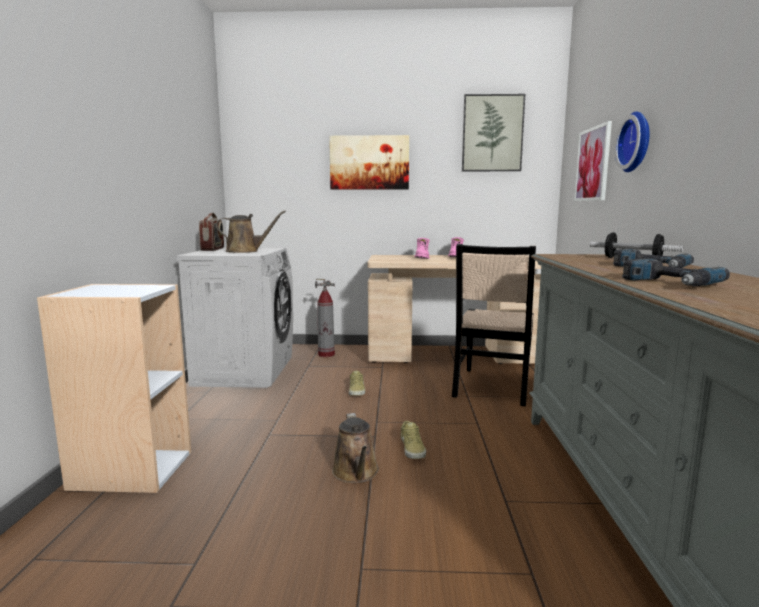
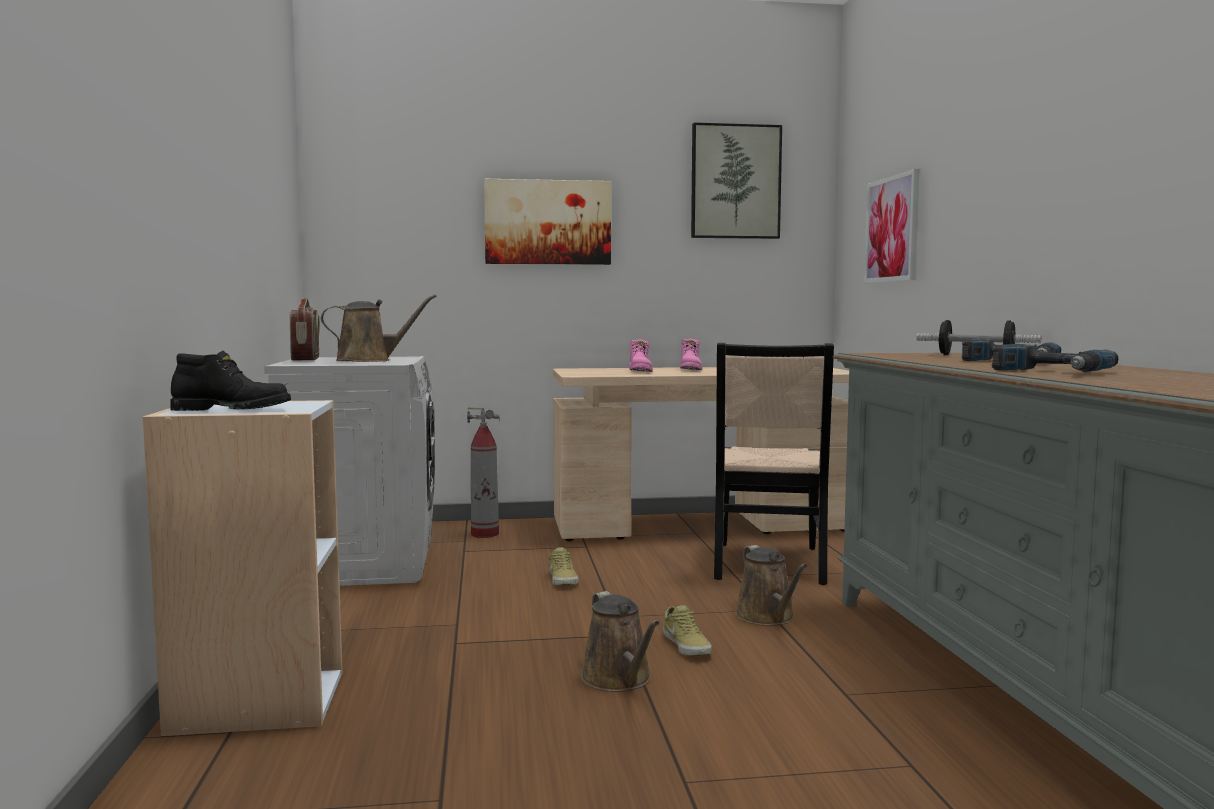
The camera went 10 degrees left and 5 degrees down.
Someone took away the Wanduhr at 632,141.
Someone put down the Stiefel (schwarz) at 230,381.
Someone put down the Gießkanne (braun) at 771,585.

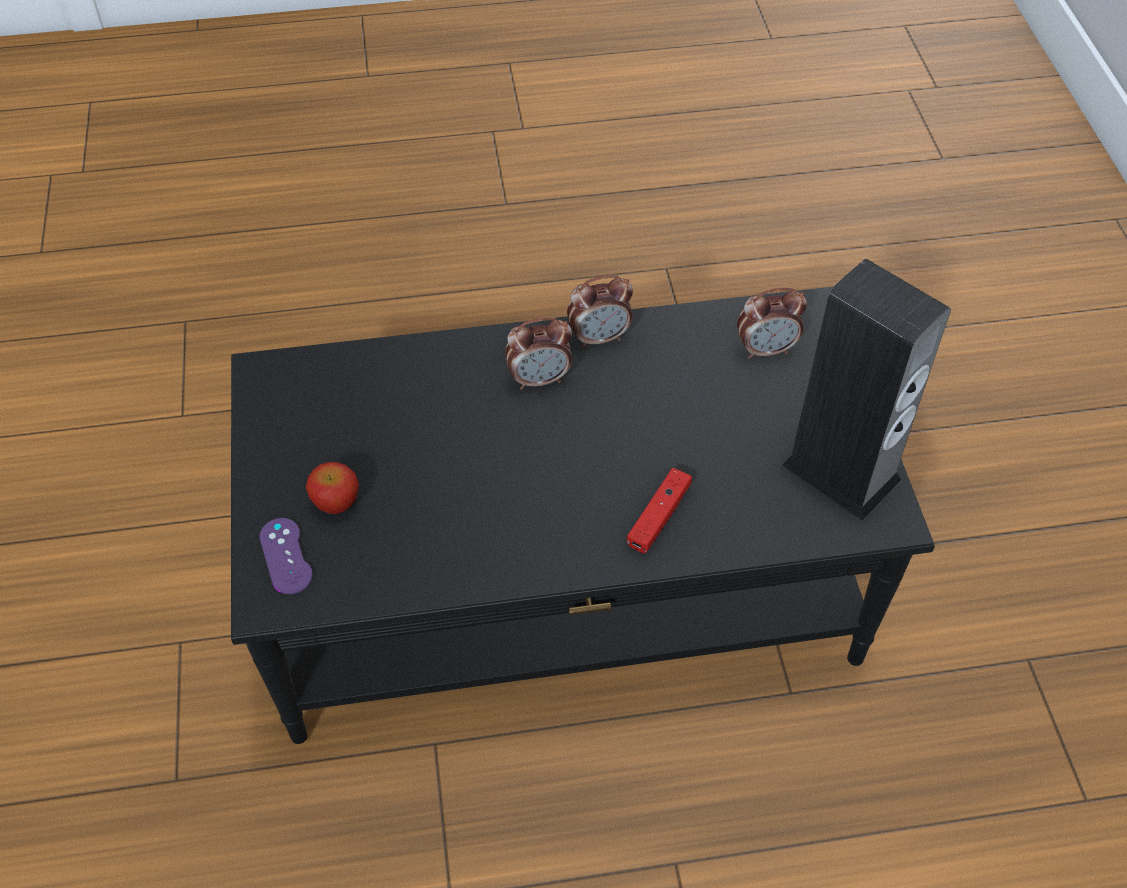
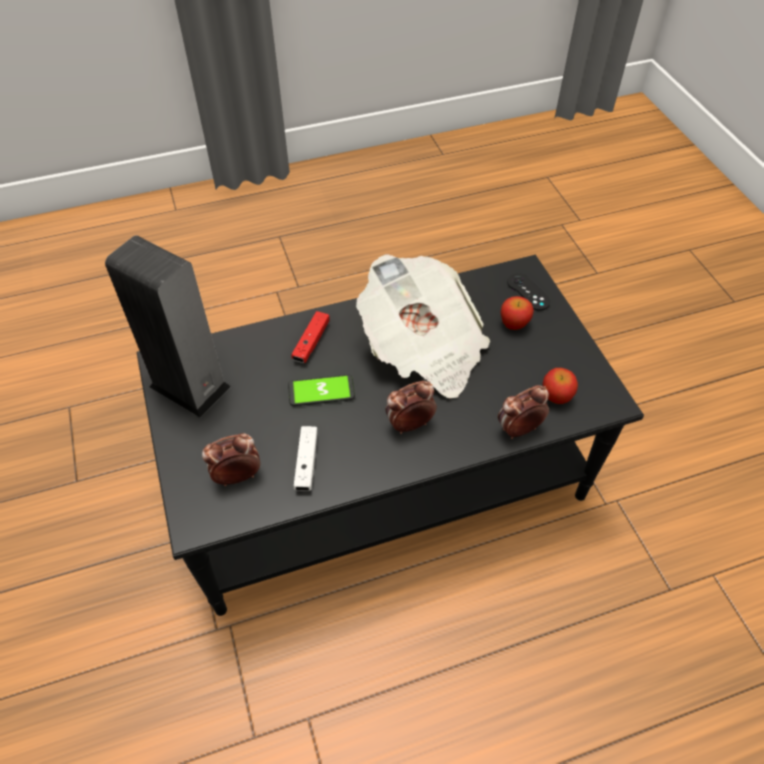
The camera went 170 degrees right and 0 degrees up.
Someone carried the Wecker from 600,311 to 523,412.
Someone repainted the Gamepad (lila) at 286,556, which became the Gamepad (schwarz) at 528,292.
Someone put down the Zeitung at 423,326.
Someone put down the Apfel at 560,386.
Someone put down the Handy at 321,390.
Someone put down the Gamepad (weiß) at 305,458.

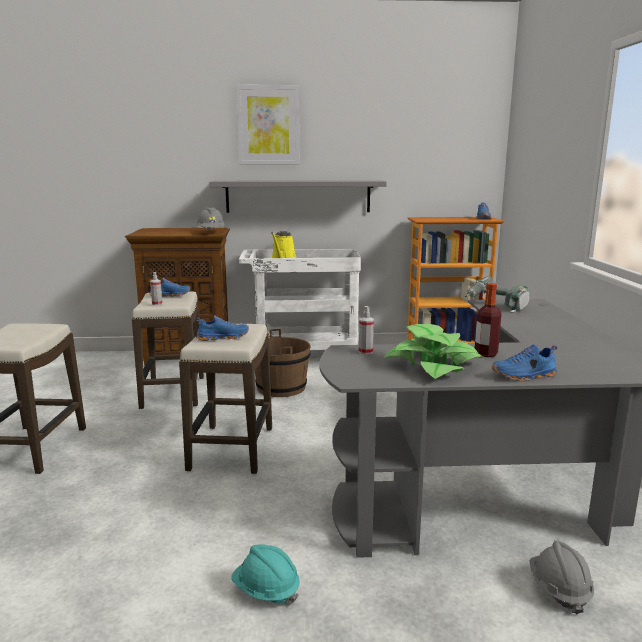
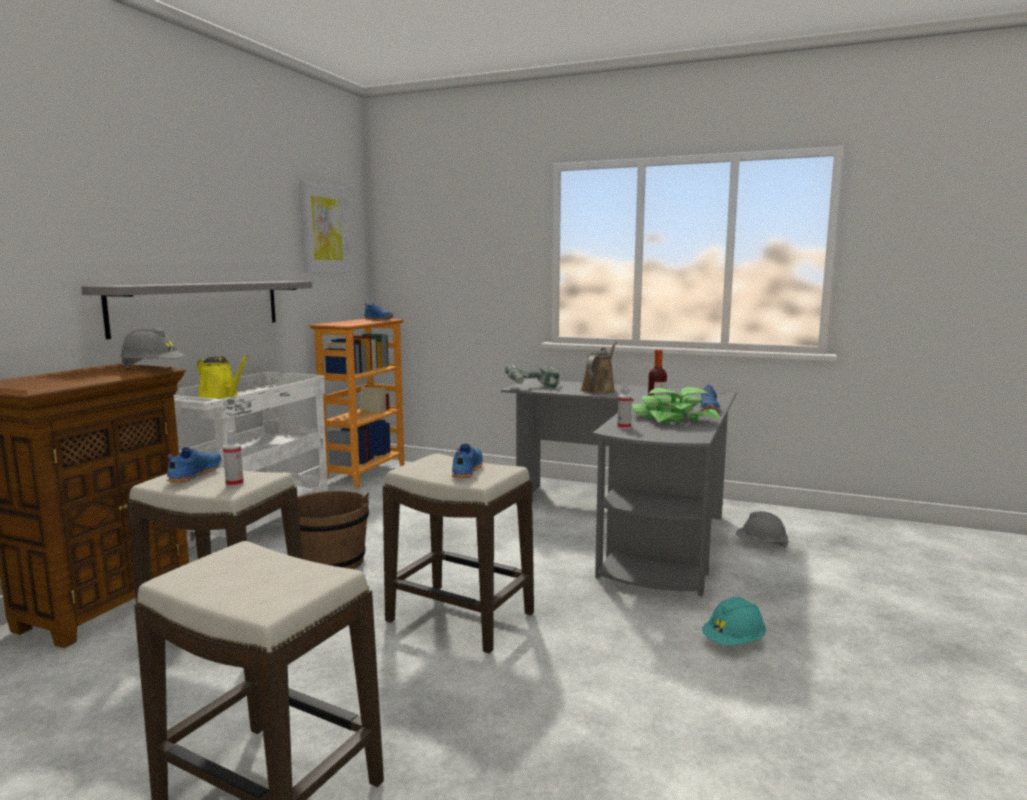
The camera went 65 degrees left and 5 degrees down.
Someone carried the Bild from 268,125 to 324,227.
Someone put down the Gießkanne (braun) at 598,367.

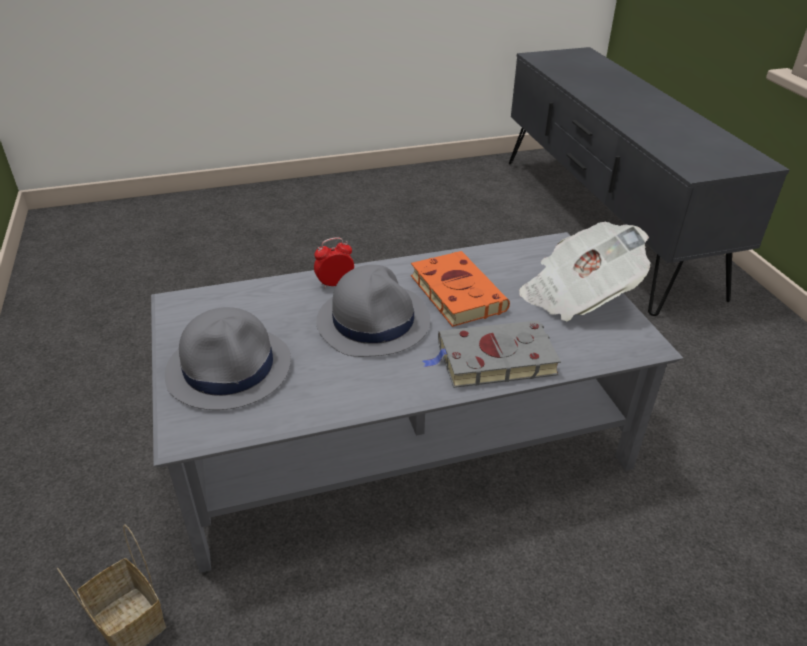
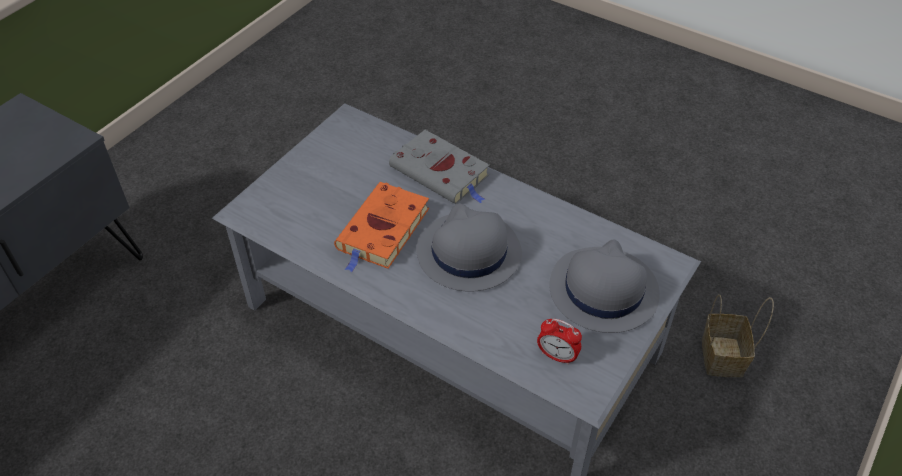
The camera went 130 degrees left and 10 degrees up.
Someone took away the Zeitung at 584,271.
Someone carried the Wecker from 334,263 to 559,342.

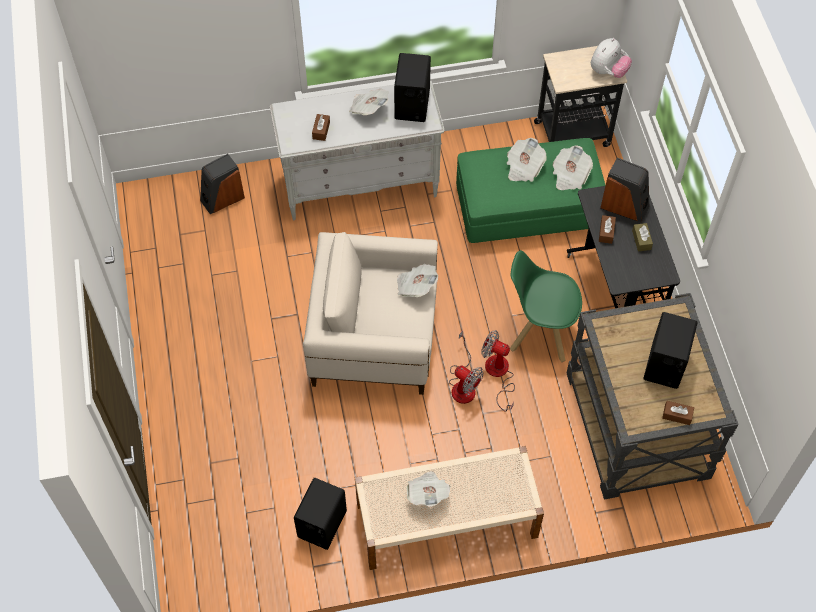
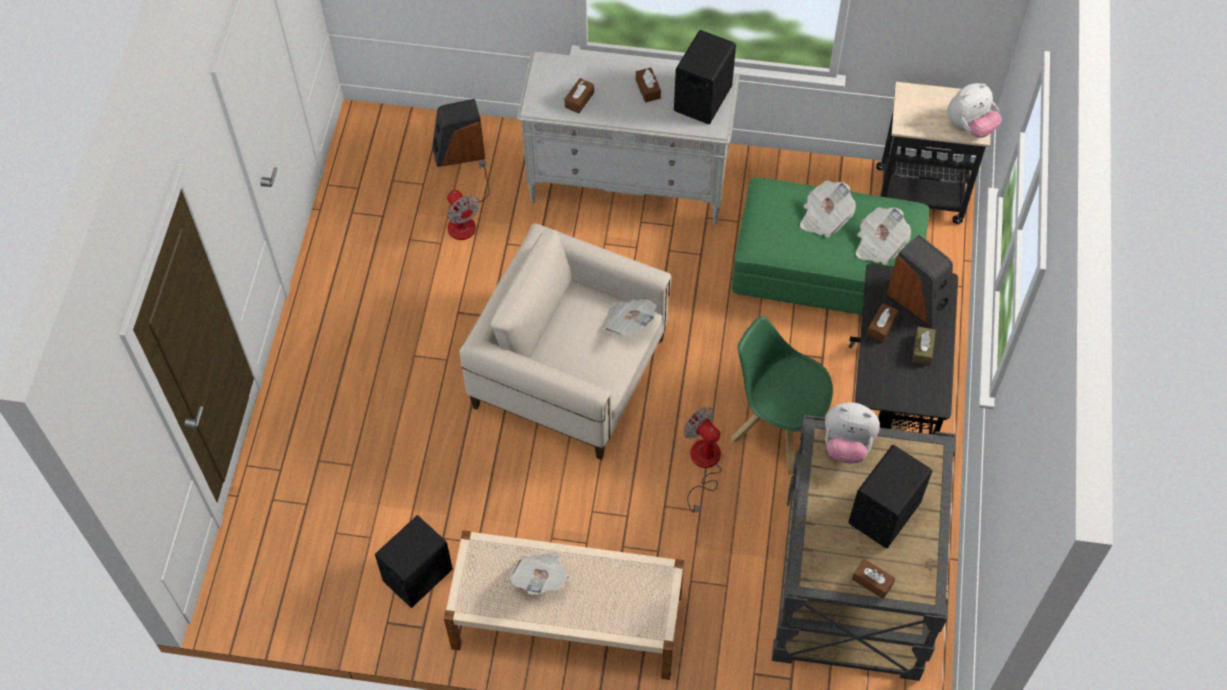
The camera went 20 degrees right and 0 degrees up.
Someone swapped the Zeitung at 369,102 for the Taschentuchbox (braun) at 648,85.
Someone carried the Ventilator from 466,367 to 468,199.
Someone put down the Plüschtier at 852,432.

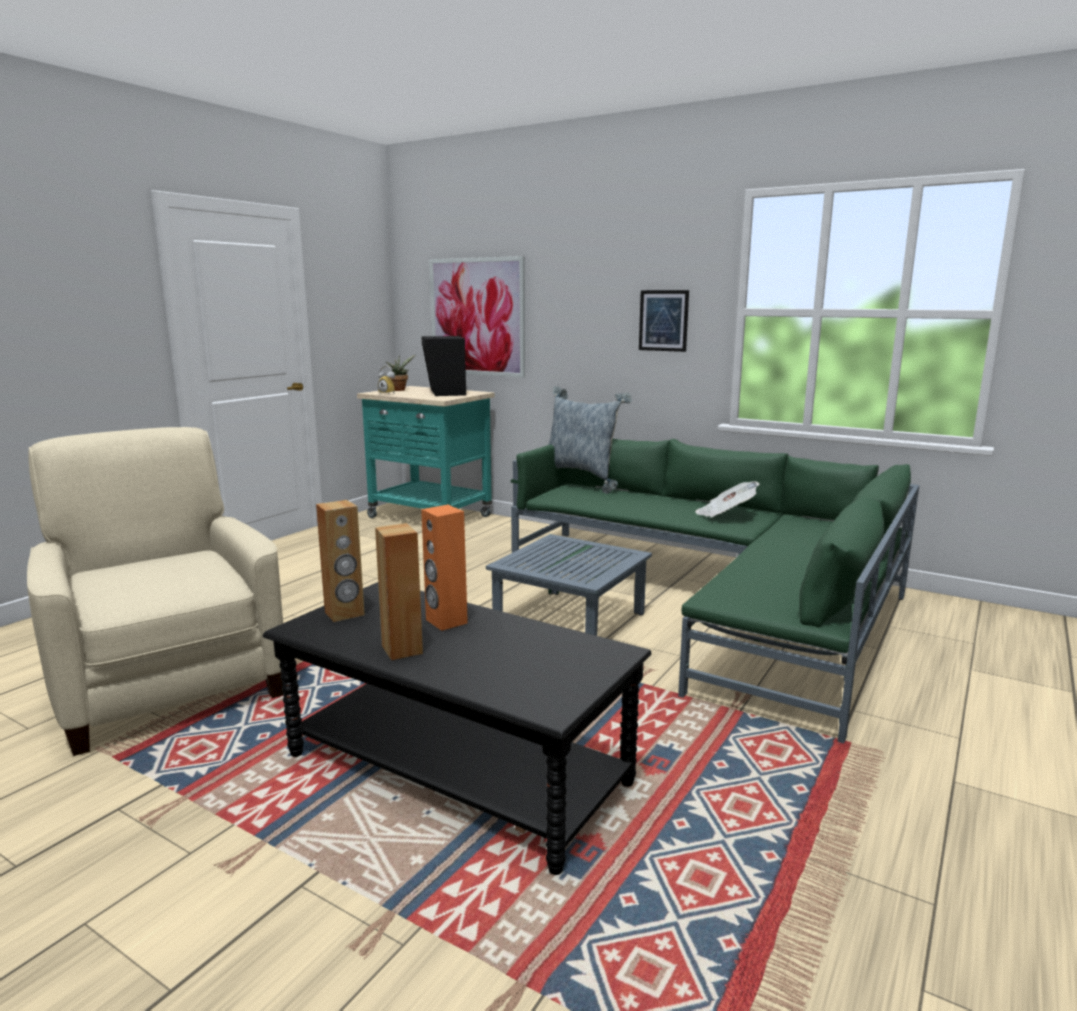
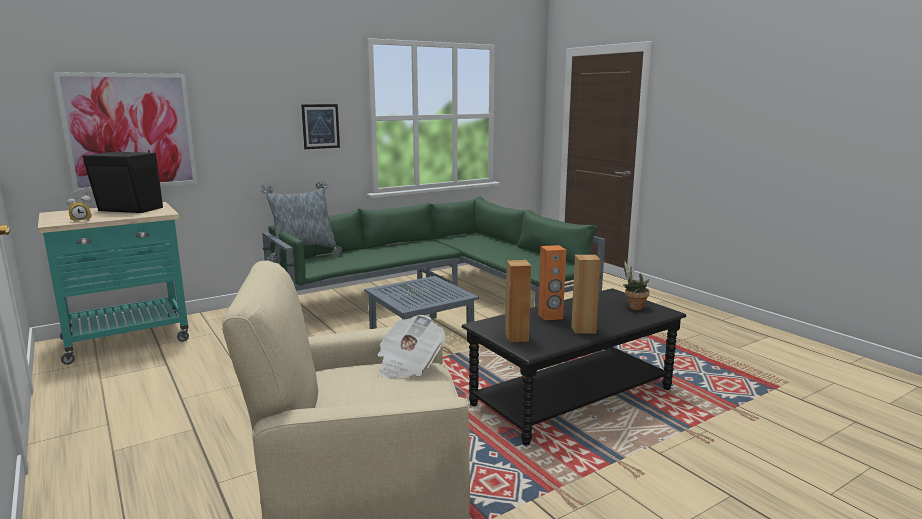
The camera went 65 degrees left and 0 degrees up.
Someone carried the Topfpflanze from 400,373 to 636,285.
Someone carried the Zeitung from 727,499 to 412,346.

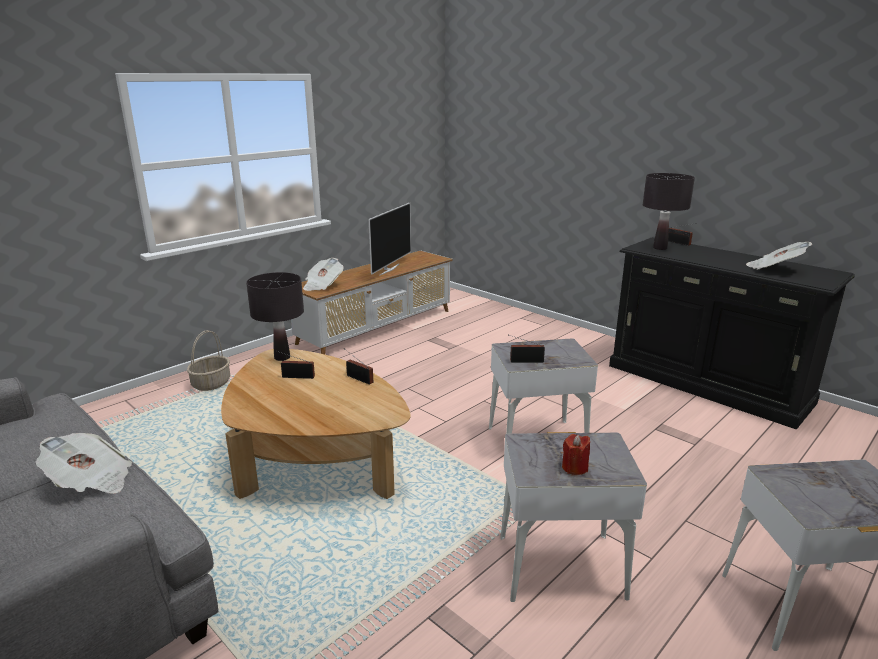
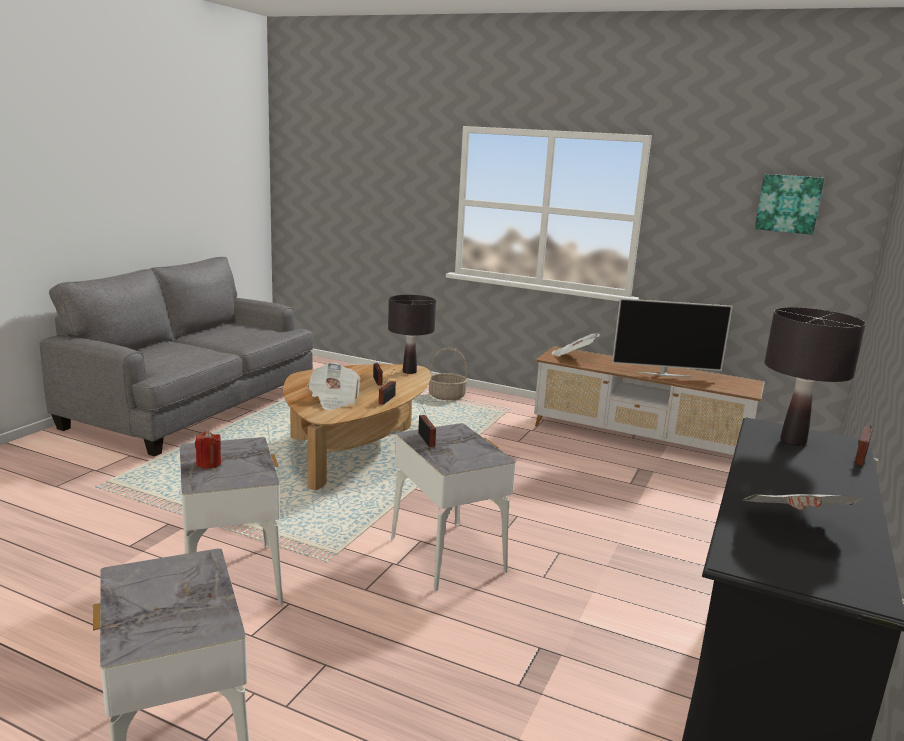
The camera went 70 degrees right and 5 degrees down.
Someone carried the Zeitung from 84,463 to 334,386.
Someone put up the Bild at 789,204.

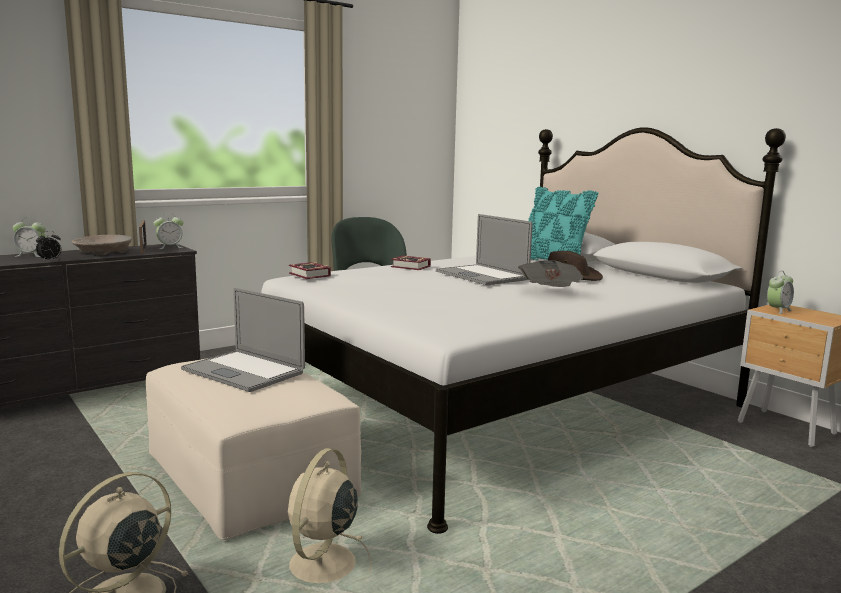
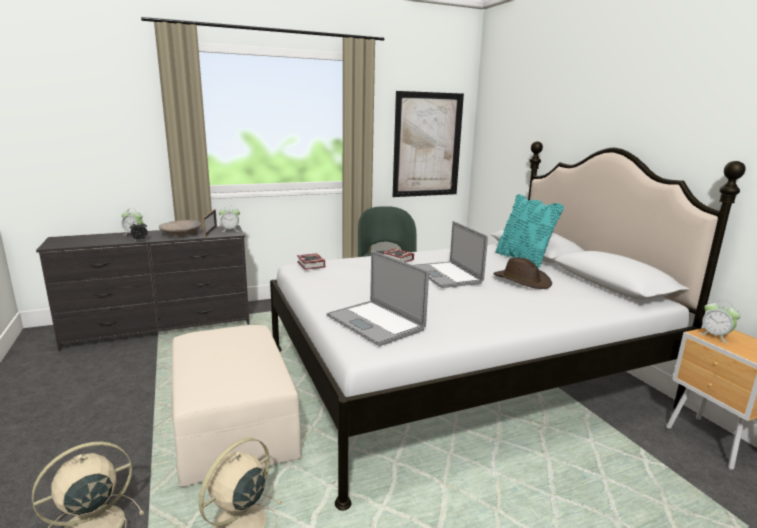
The camera went 15 degrees right and 5 degrees up.
Someone took away the Zeitung at 551,273.
Someone rotated the Wecker at 780,292 by 75 degrees clockwise.
Someone carried the Laptop from 243,340 to 378,298.
Someone put up the Bild at 428,144.

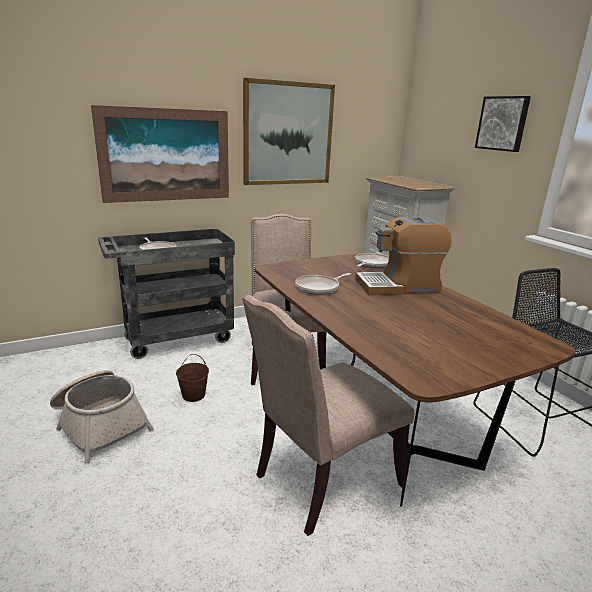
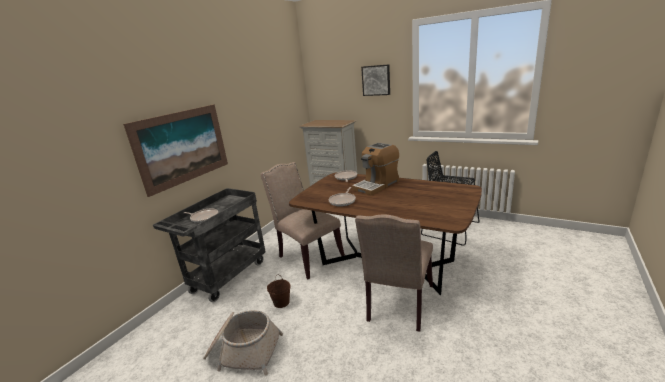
The camera went 30 degrees left and 0 degrees up.
Someone took away the Bild at 289,131.

